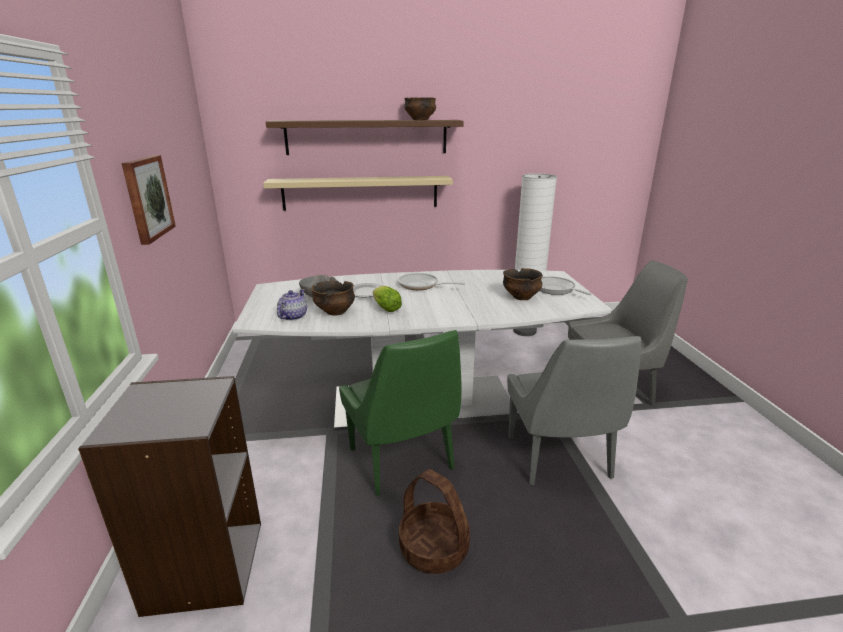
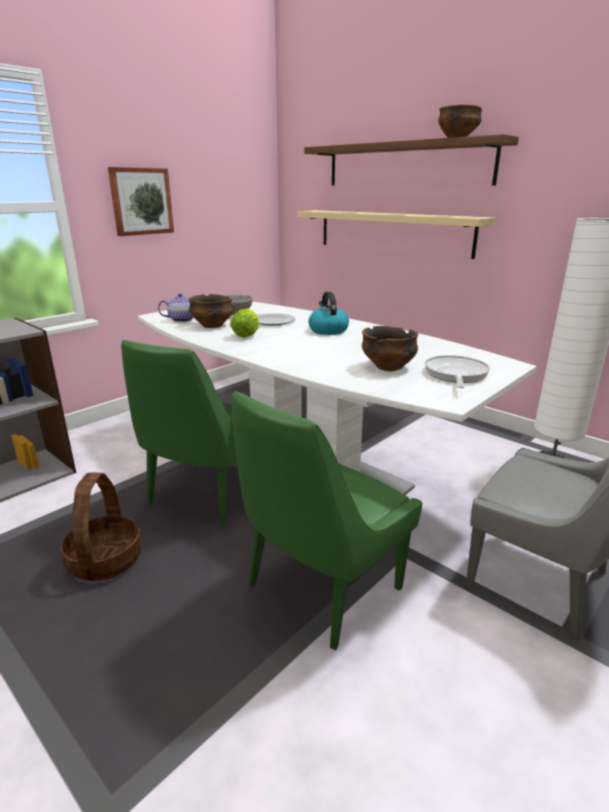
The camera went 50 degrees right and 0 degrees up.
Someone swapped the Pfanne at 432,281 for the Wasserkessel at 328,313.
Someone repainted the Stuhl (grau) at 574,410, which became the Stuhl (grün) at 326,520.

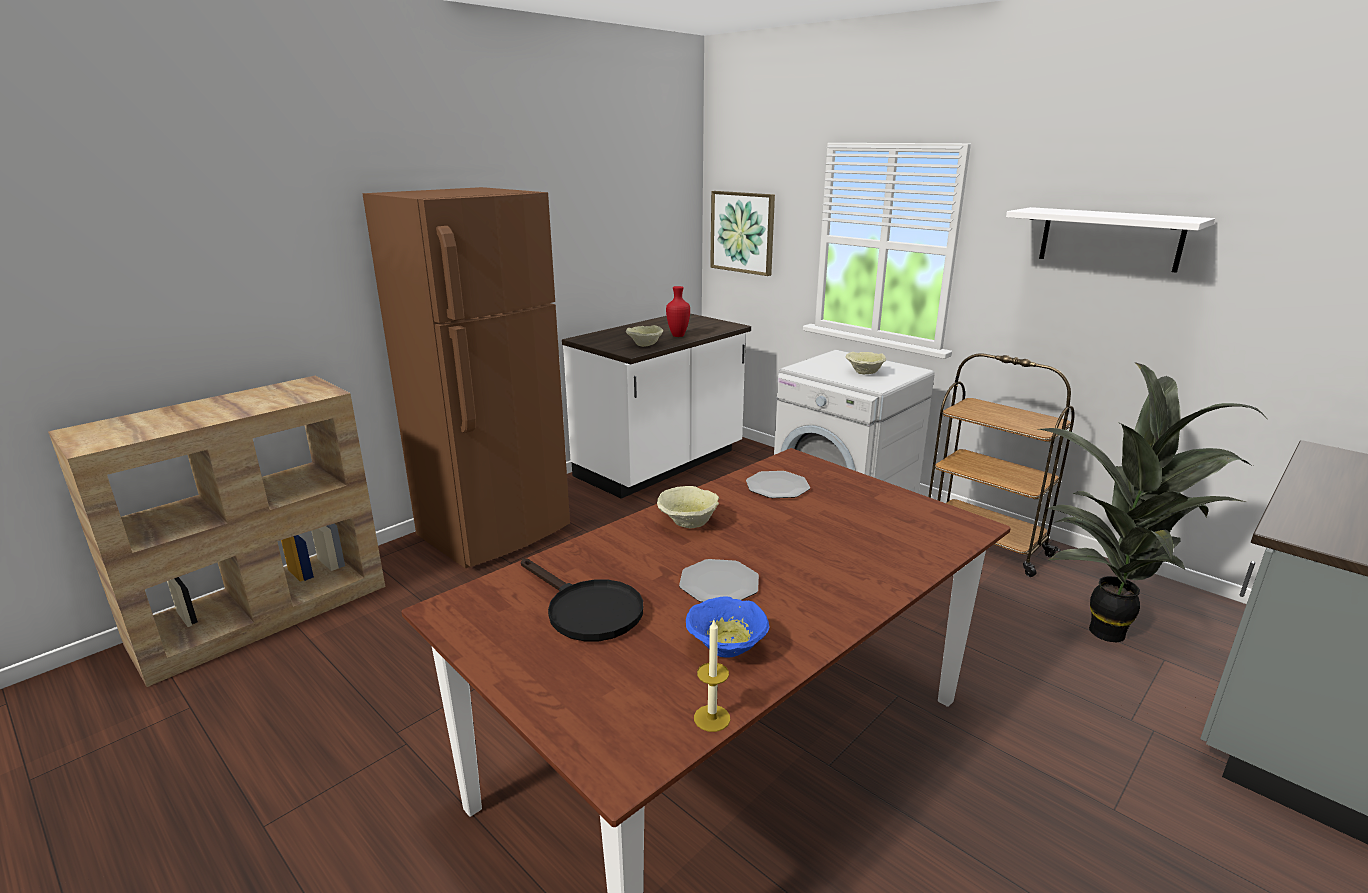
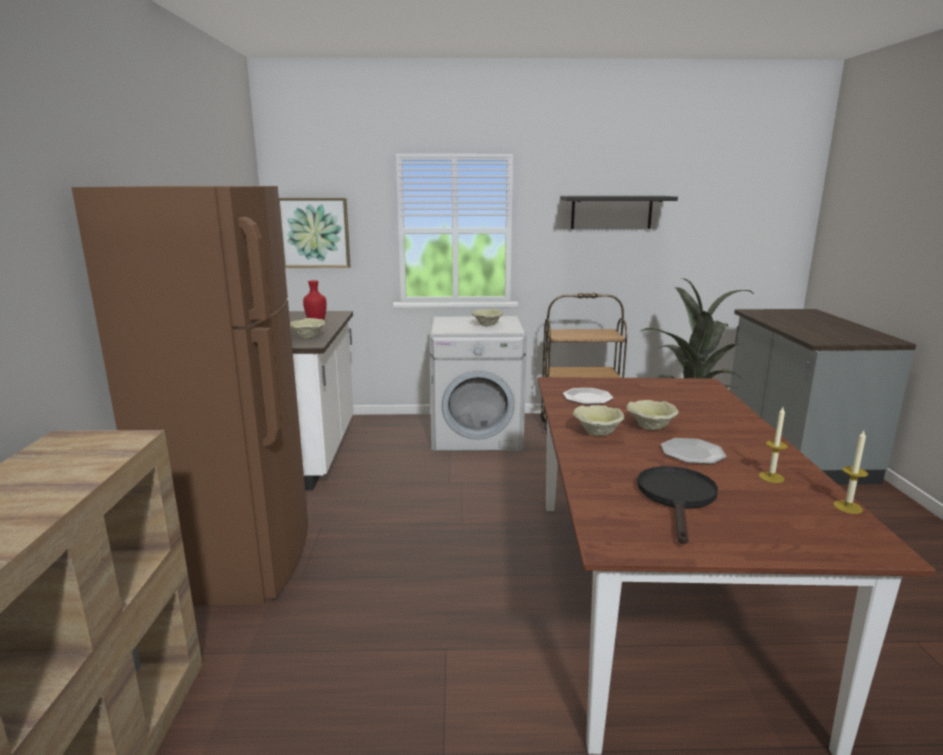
The camera went 45 degrees left and 5 degrees down.
Someone repainted the Wandregal (weiß) at 1110,240, which became the Wandregal (schwarz) at 619,212.
Someone rotated the Pfanne (schwarz) at 582,599 by 75 degrees counterclockwise.
Someone swapped the Schüssel (blau) at 727,627 for the Kerze at 773,445.
Someone put down the Schüssel (beige) at 653,415.

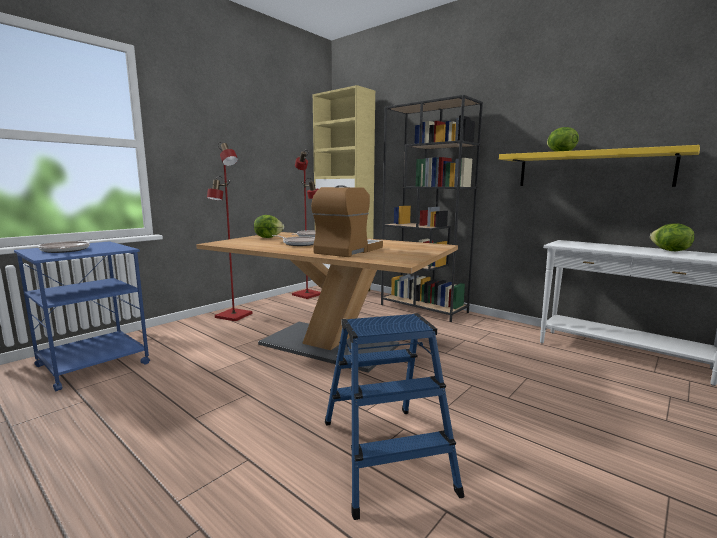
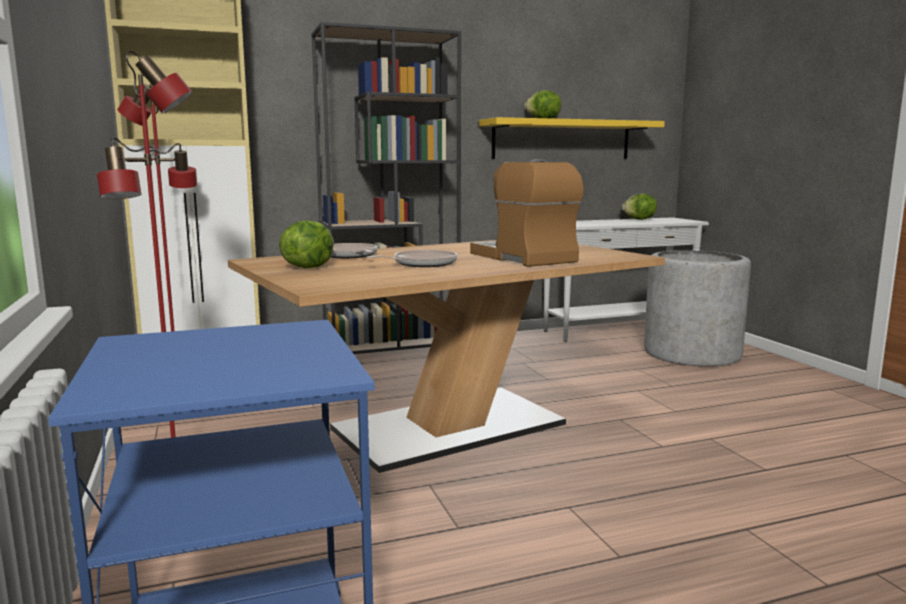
The camera went 60 degrees left and 0 degrees up.
Someone took away the Pfanne at 64,247.
Someone took away the Trittleiter (blau) at 394,416.
Someone put down the Pflanzkübel (grau) at 697,308.

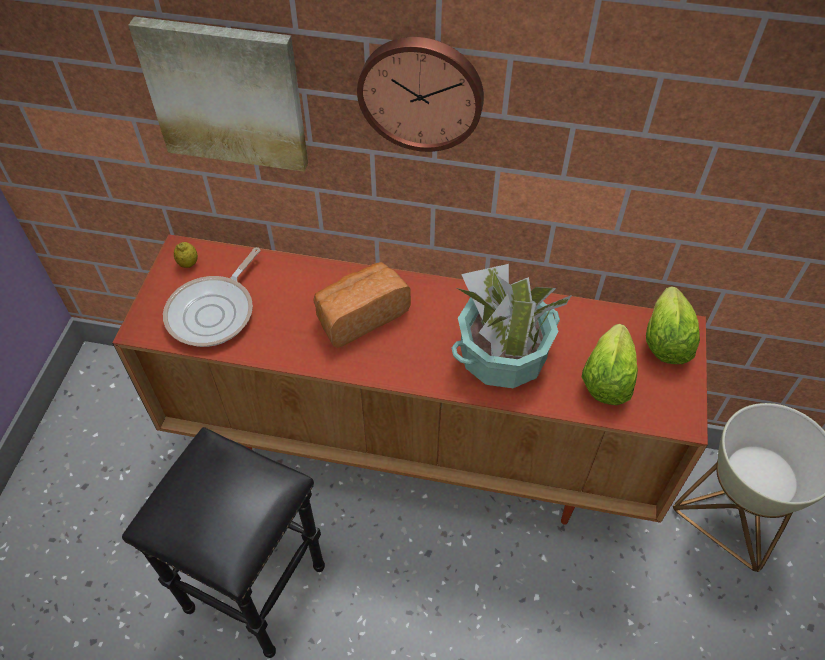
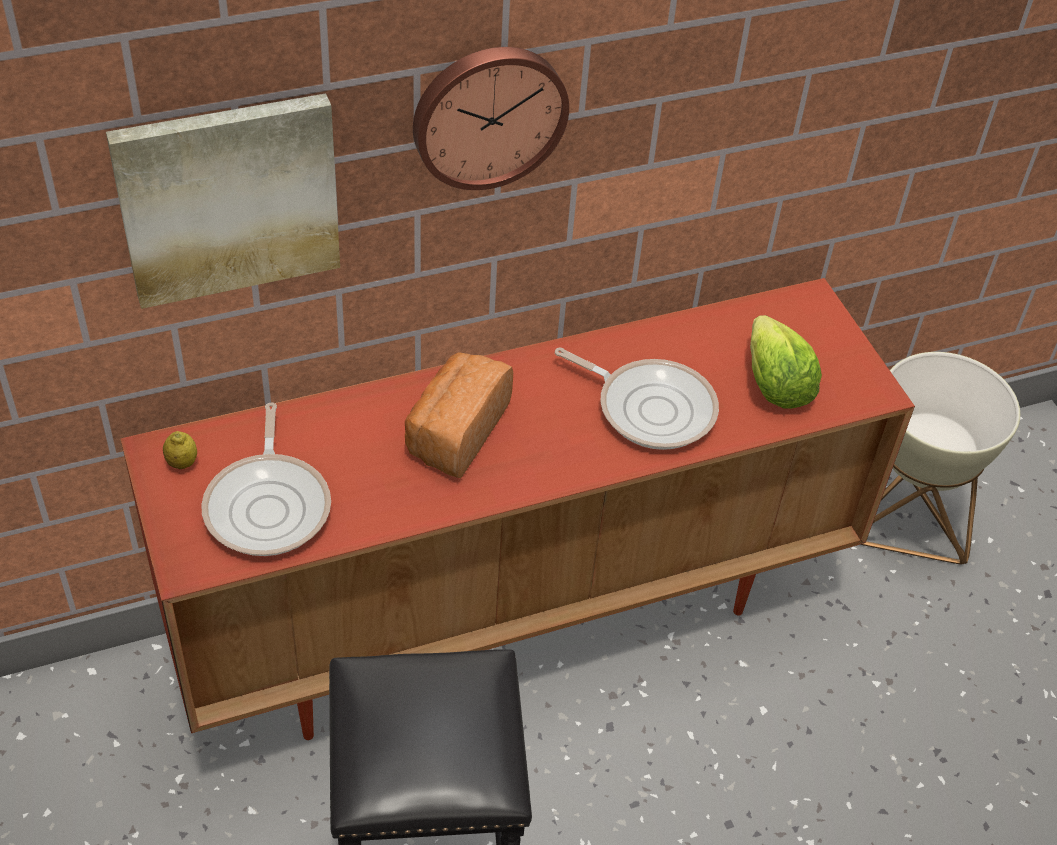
The camera went 35 degrees left and 5 degrees down.
Someone swapped the Topfpflanze at 511,326 for the Pfanne at 637,398.
Someone took away the Salatkopf at 673,325.

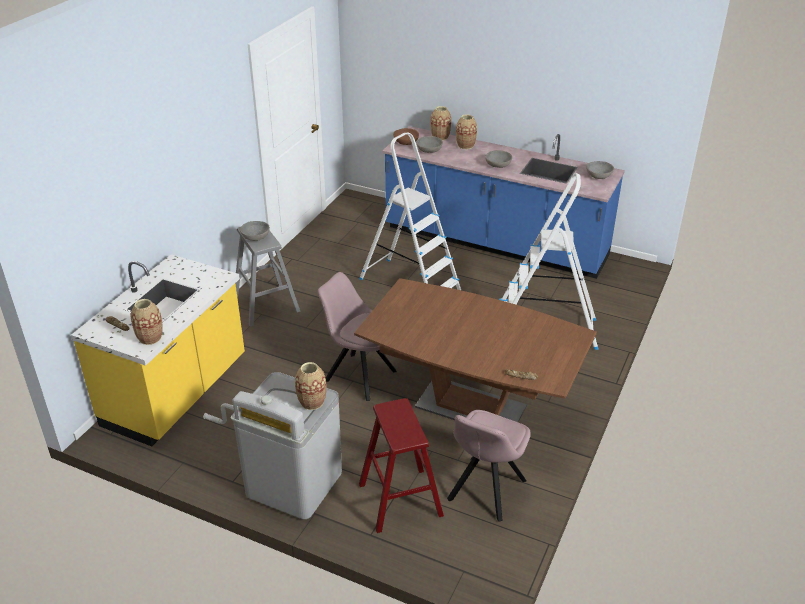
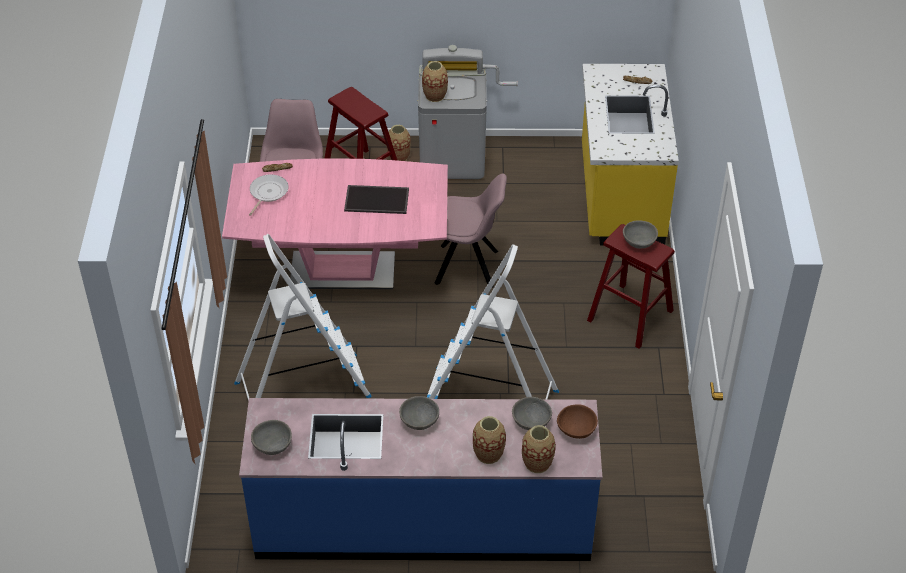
The camera went 155 degrees right and 10 degrees up.
Someone repainted the Hocker (grau) at 267,277, which became the Hocker (rot) at 631,286.
Someone repainted the Esstisch (braun) at 475,350, which became the Esstisch (rosa) at 335,224.
Someone carried the Vase from 146,322 to 398,143.
Someone put down the Pfanne at 269,195.
Someone put down the Tablett at 376,199.

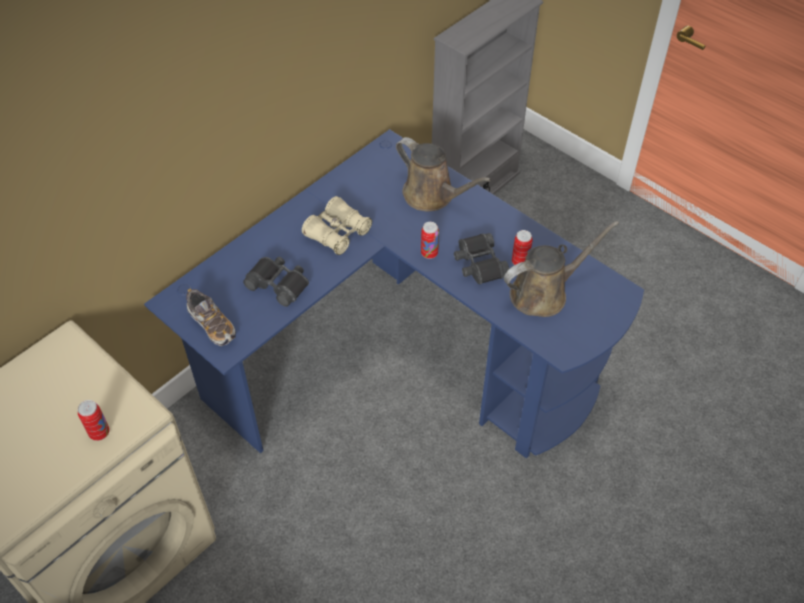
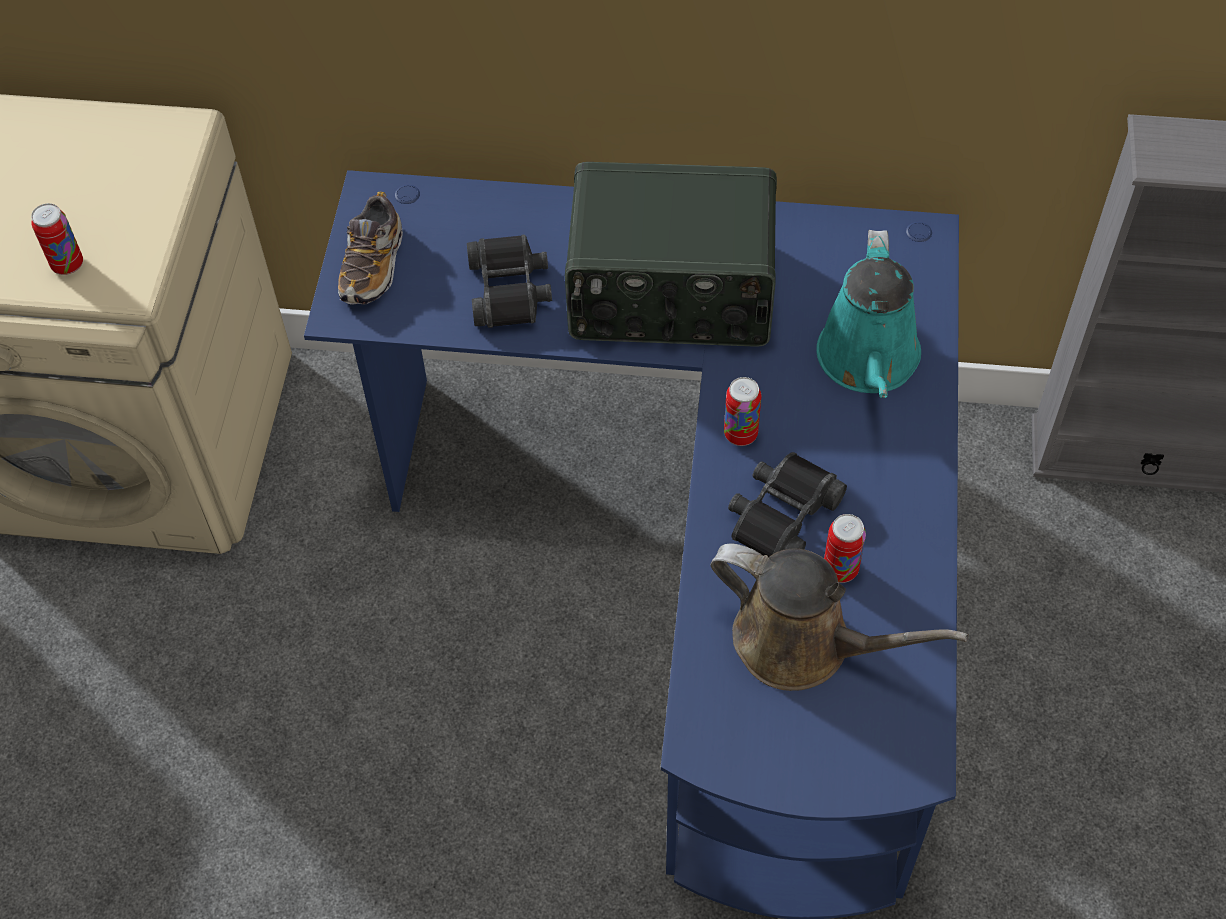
The camera went 55 degrees right and 5 degrees up.
Someone repainted the Gießkanne (braun) at 443,174, which became the Gießkanne (türkis) at 868,314.
Someone swapped the Fernglas (beige) at 337,225 for the Radio at 671,254.

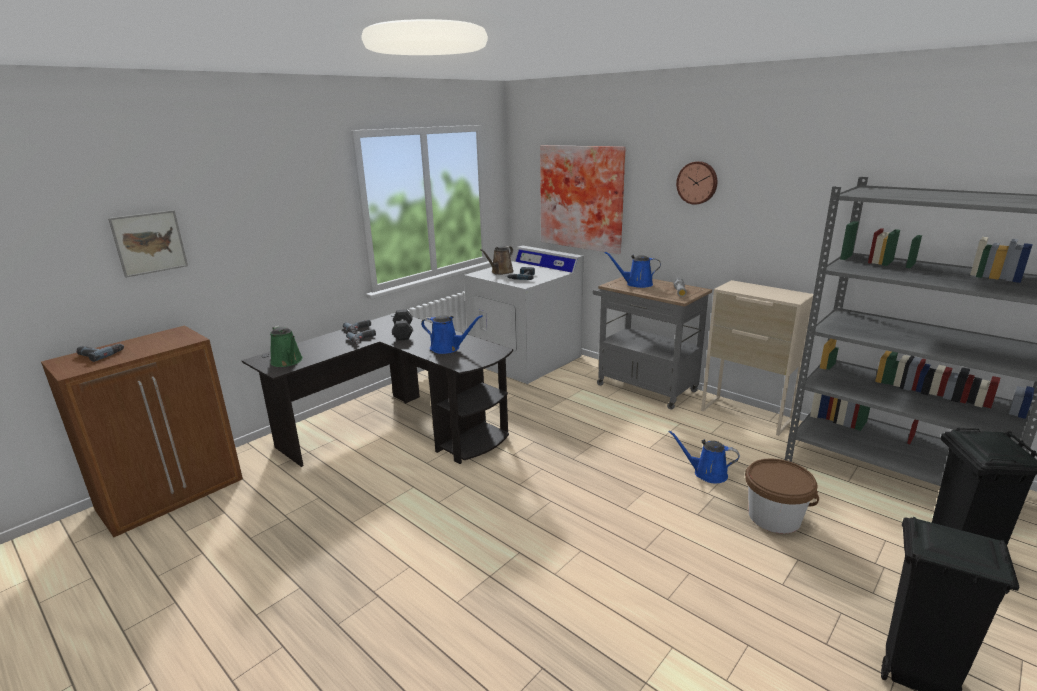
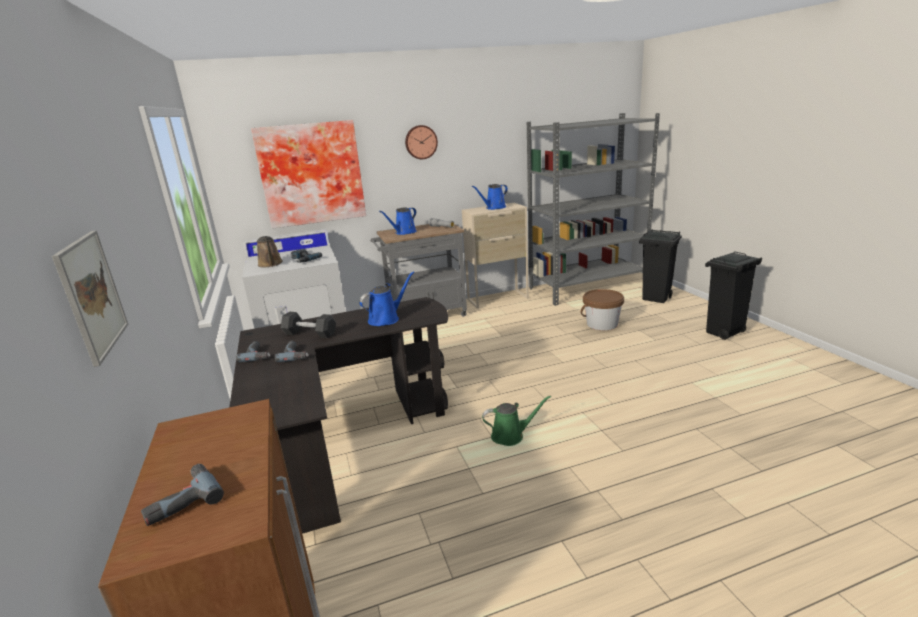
The camera went 60 degrees left and 0 degrees up.
Someone carried the Gießkanne (grün) from 286,346 to 516,420.
Someone carried the Gießkanne (blau) from 704,456 to 490,197.

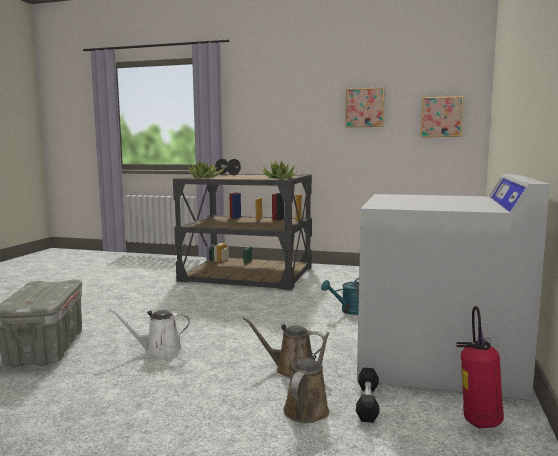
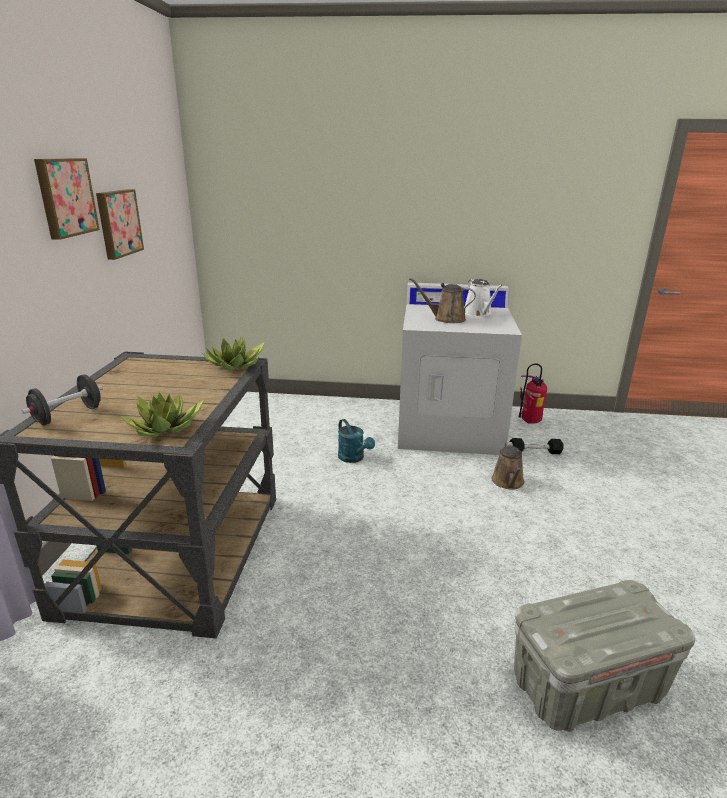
The camera went 100 degrees left and 15 degrees up.
Someone carried the Bild from 442,116 to 67,199.
Someone carried the Gießkanne (weiß) from 149,332 to 484,298.
Someone carried the Gießkanne (braun) from 306,377 to 442,300.

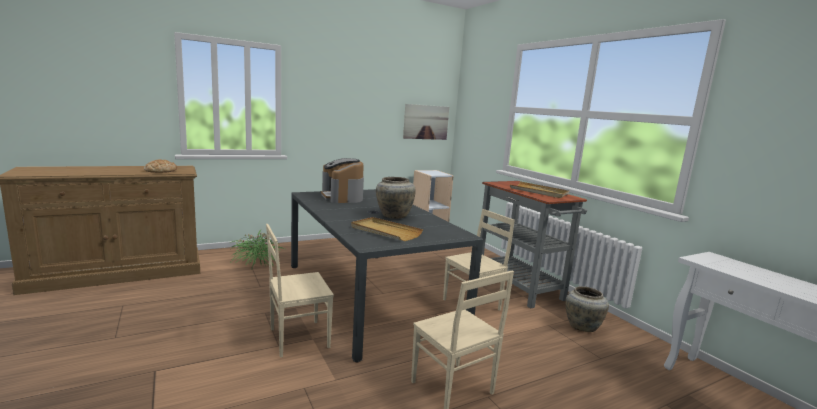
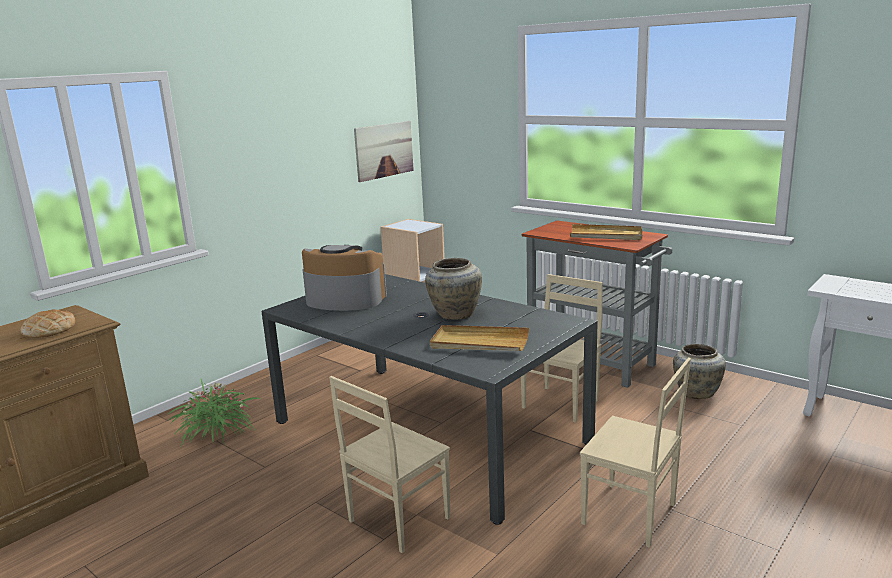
The camera went 20 degrees left and 5 degrees up.
Someone rotated the Kaffeemaschine at 342,180 by 150 degrees clockwise.

